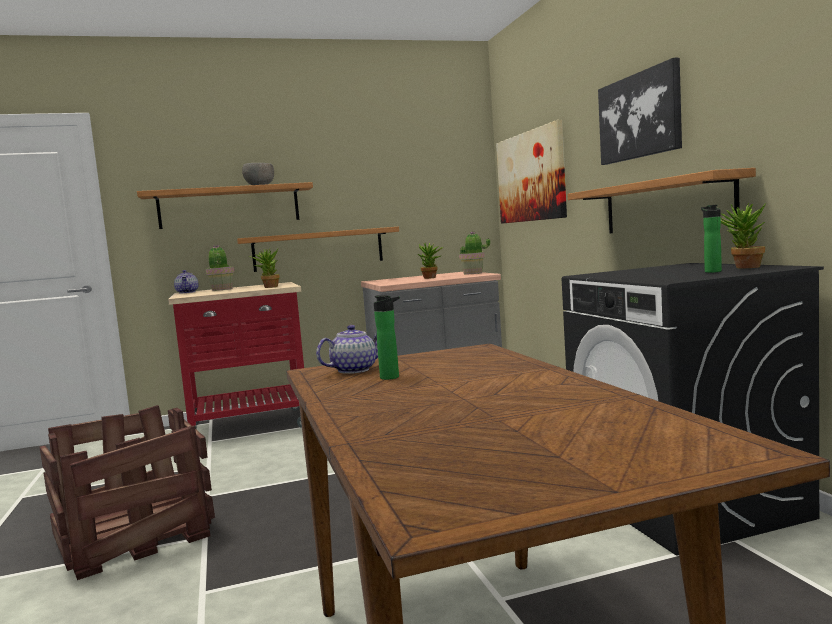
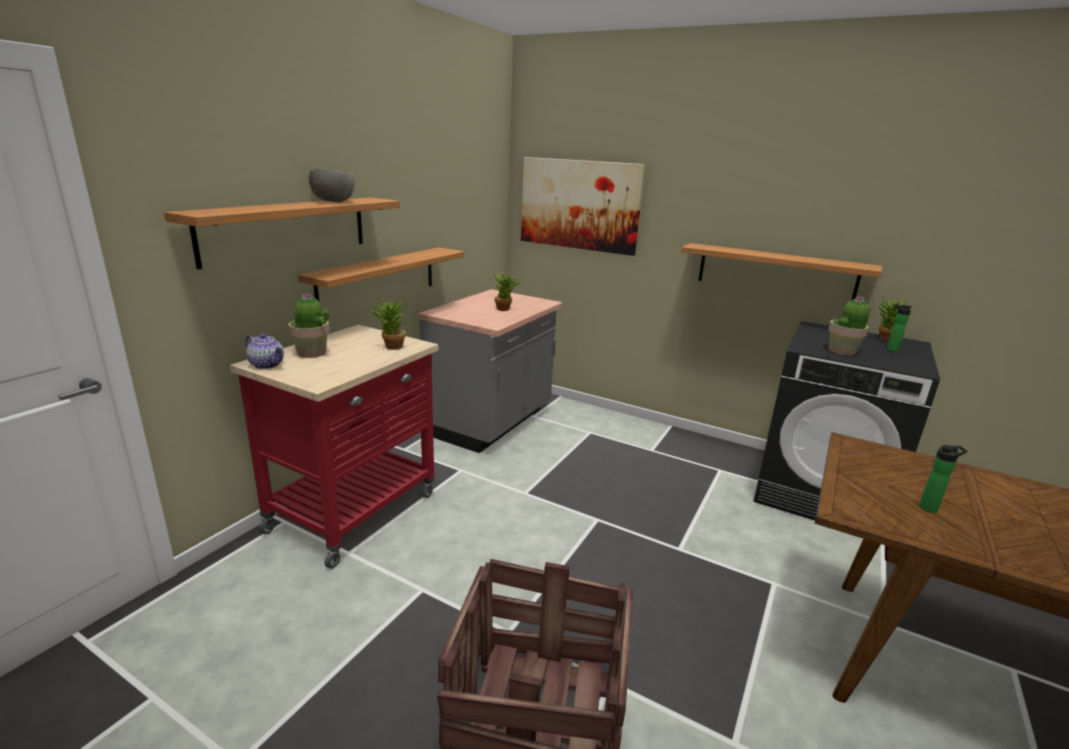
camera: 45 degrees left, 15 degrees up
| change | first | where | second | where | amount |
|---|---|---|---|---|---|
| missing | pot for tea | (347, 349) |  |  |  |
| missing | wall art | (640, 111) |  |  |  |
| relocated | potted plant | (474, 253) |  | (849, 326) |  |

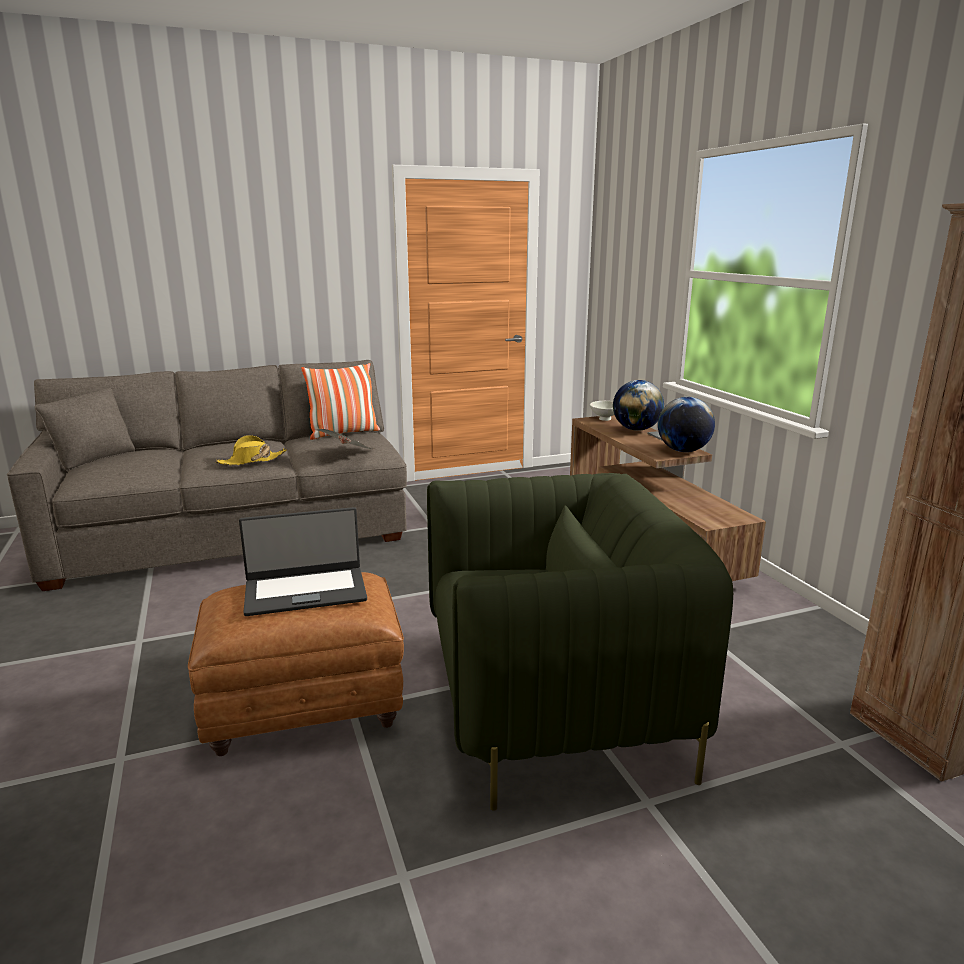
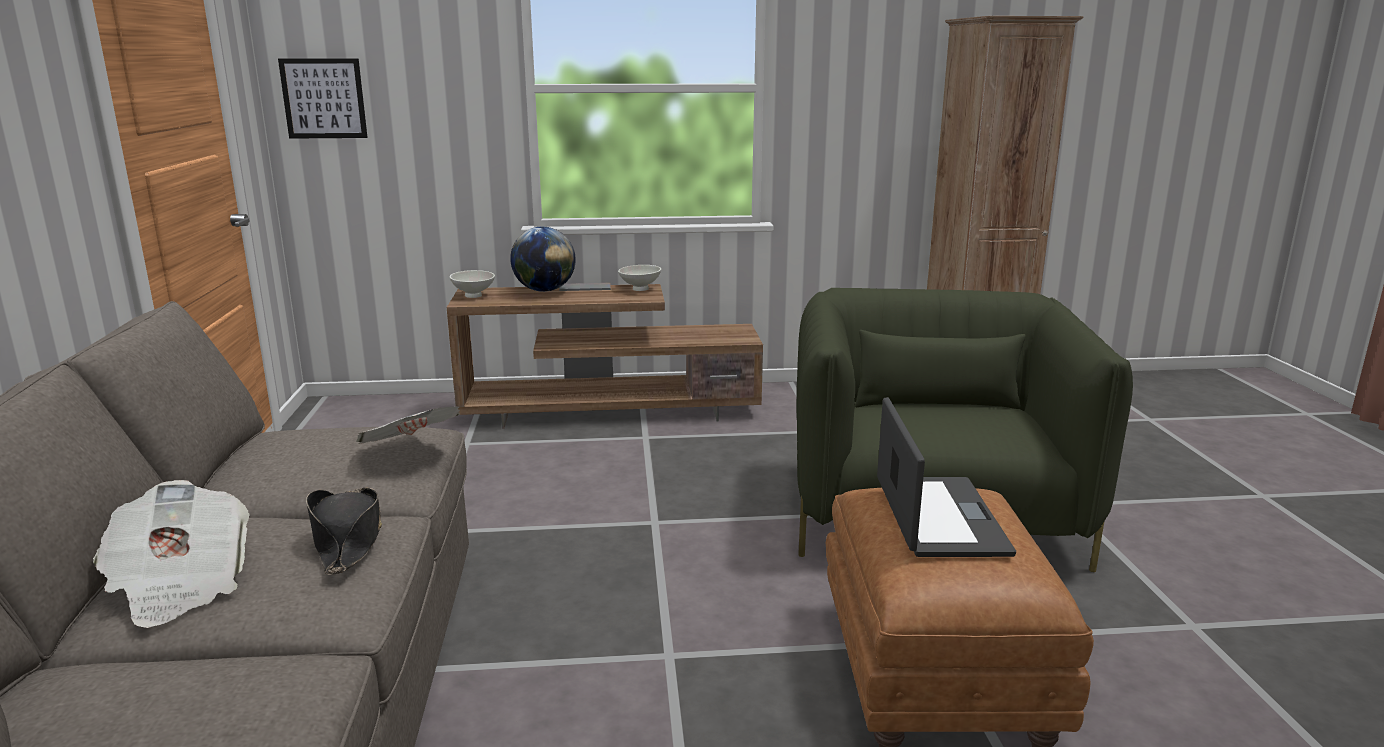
camera: 75 degrees left, 0 degrees up
| change | first | where | second | where | amount |
|---|---|---|---|---|---|
| missing | pillow | (340, 401) |  |  |  |
| appeared |  |  | daily paper | (171, 554) |  |
| appeared |  |  | wall art | (323, 99) |  |
| exchanged | world globe | (686, 424) | white-coloured serving bowl | (639, 278) |  |
| colour | yellowish clothing hat | (251, 450) | blackish clothing hat | (344, 531) |  |

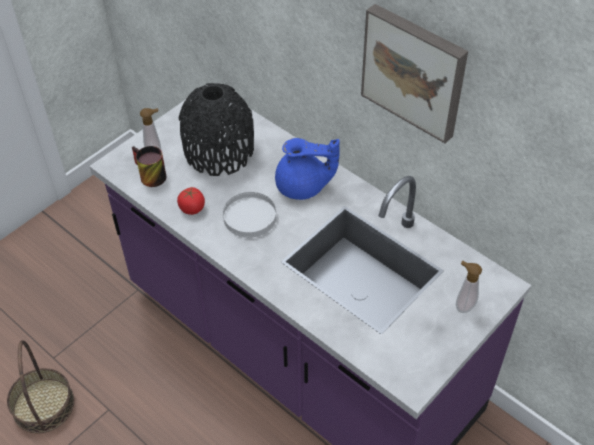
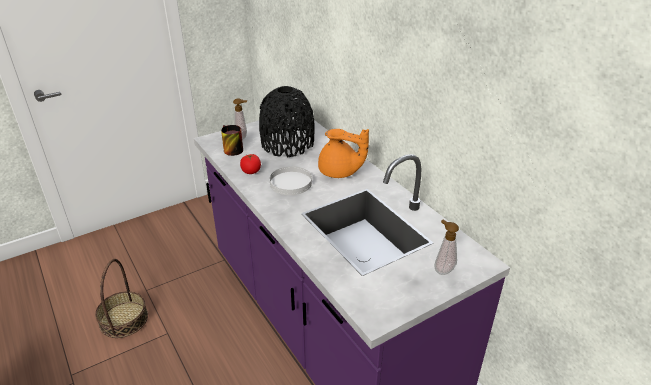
camera: 15 degrees right, 15 degrees down
| change | first | where | second | where | amount |
|---|---|---|---|---|---|
| missing | wall art | (414, 73) |  |  |  |
| colour | blue-coloured pot for tea | (307, 169) | orange pot for tea | (343, 153) |  |

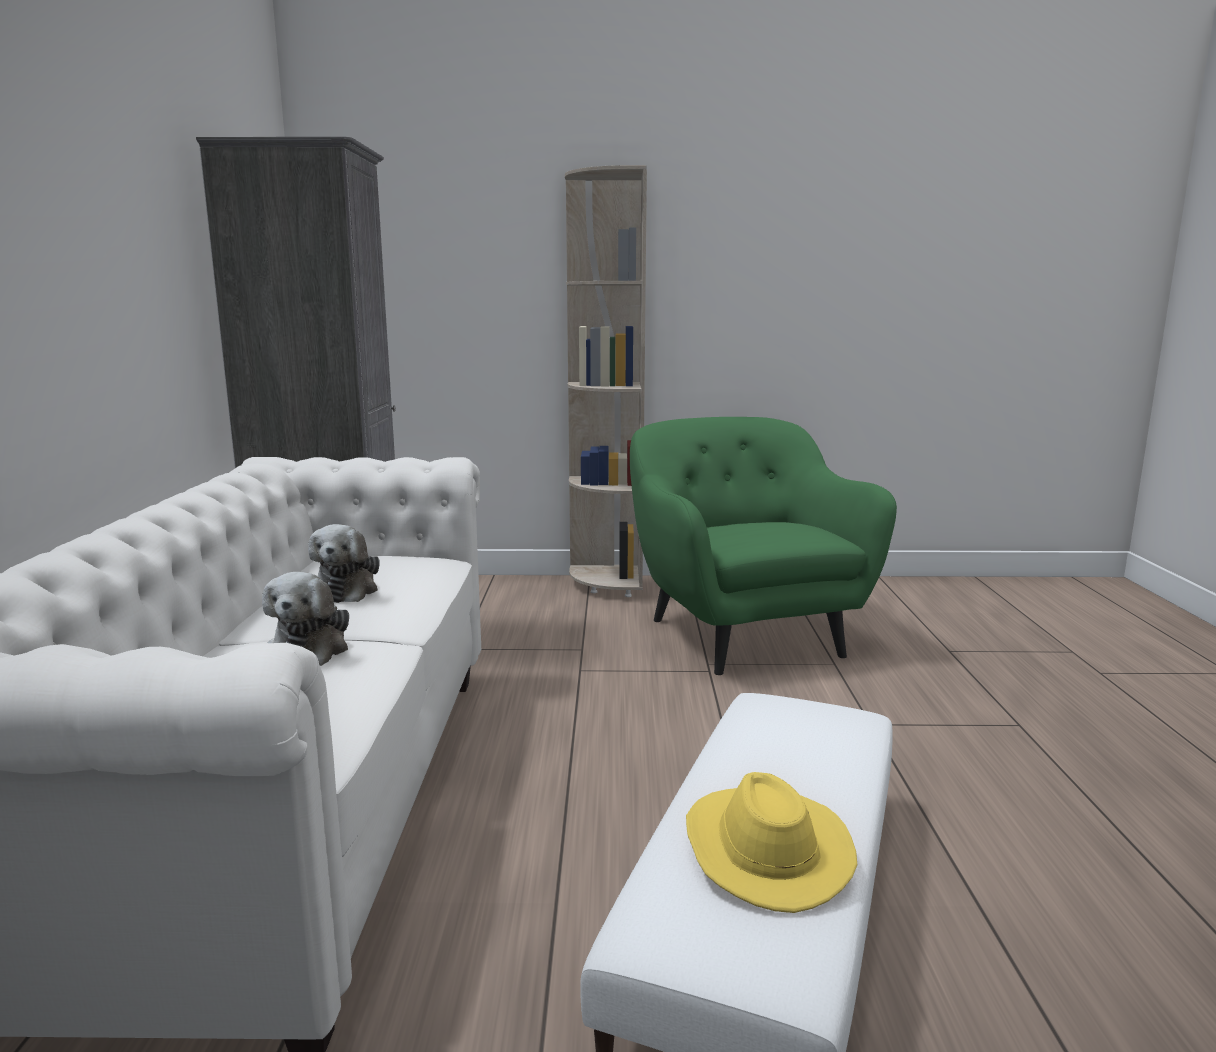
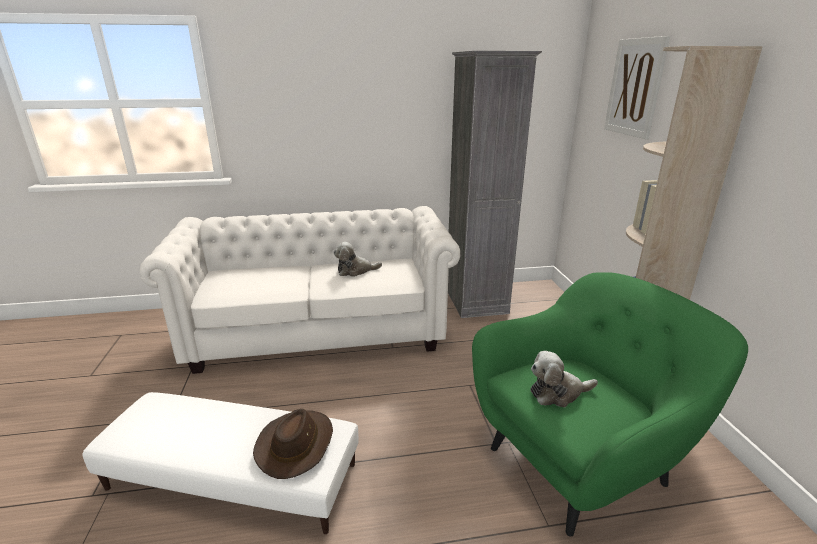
camera: 80 degrees right, 10 degrees up
| change | first | where | second | where | amount |
|---|---|---|---|---|---|
| missing | yellowish clothing hat | (772, 842) |  |  |  |
| appeared |  |  | brown-coloured clothing hat | (293, 444) |  |
| appeared |  |  | wall art | (637, 87) |  |
| relocated | plush toy | (305, 619) |  | (564, 379) |  |

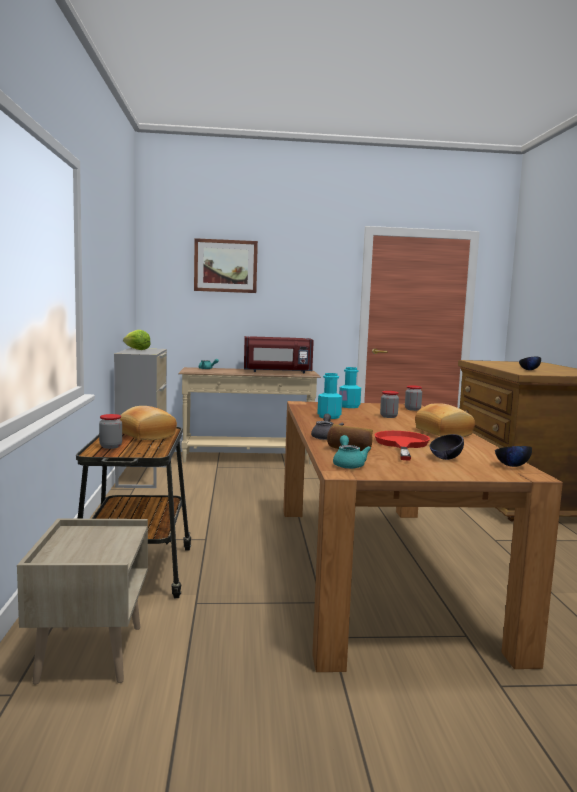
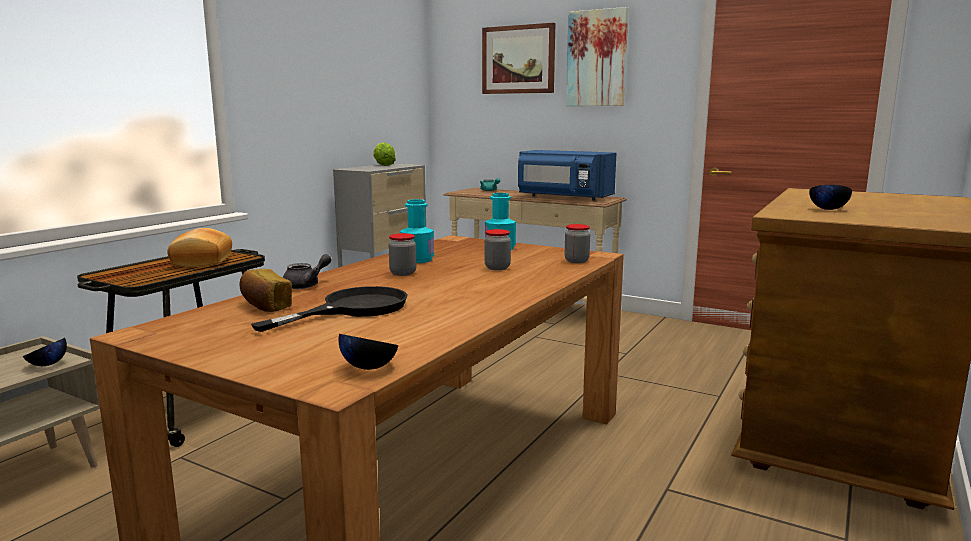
camera: 35 degrees right, 5 degrees up
| change | first | where | second | where | amount |
|---|---|---|---|---|---|
| missing | turquoise-coloured pot for tea | (352, 452) |  |  |  |
| missing | bakery bread | (445, 420) |  |  |  |
| appeared |  |  | wall art | (597, 56) |  |
| relocated | storage jar | (110, 431) |  | (402, 254) |  |
| relocated | blackish serving bowl | (446, 447) |  | (45, 352) |  |
| colour | red-coloured kitchen microwave | (279, 354) | blue-coloured kitchen microwave | (567, 175) |  |
| colour | red-coloured skillet | (402, 445) | blackish skillet | (329, 309) |  |

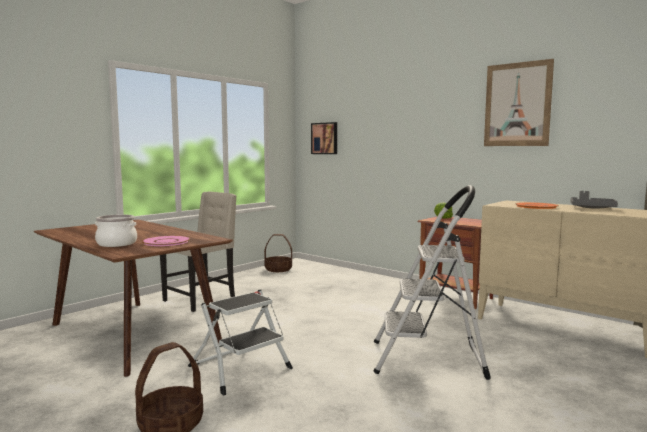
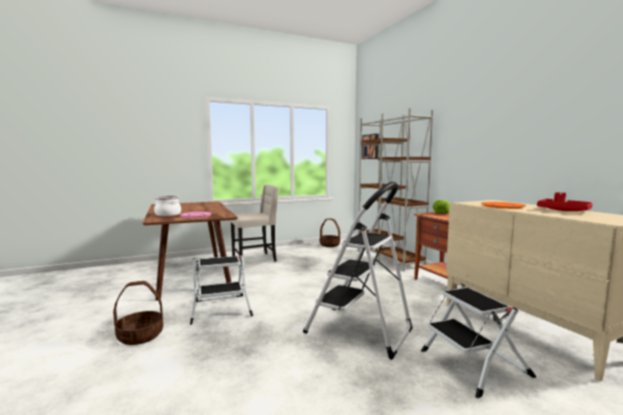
camera: 25 degrees right, 0 degrees up
| change | first | where | second | where | amount |
|---|---|---|---|---|---|
| missing | wall art | (519, 102) |  |  |  |
| appeared |  |  | brown-coloured bookcase | (395, 189) |  |
| appeared |  |  | step stool | (478, 341) |  |
| colour | gray serving tray | (594, 200) | red-coloured serving tray | (565, 201) |  |

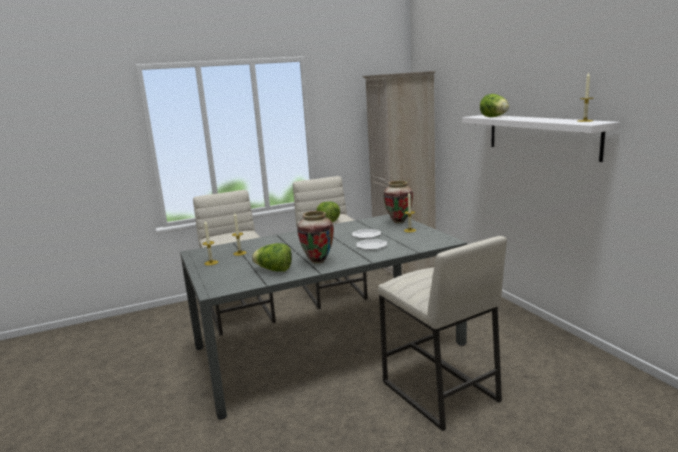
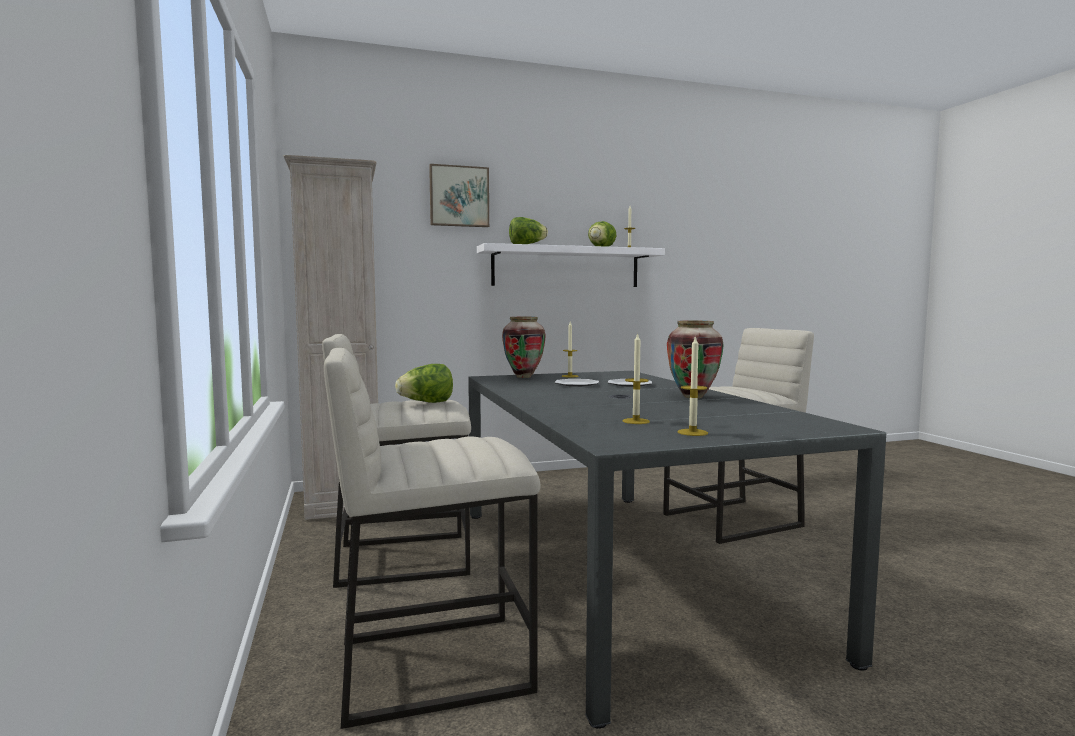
camera: 85 degrees left, 10 degrees down
| change | first | where | second | where | amount |
|---|---|---|---|---|---|
| appeared |  |  | wall art | (459, 195) |  |
| relocated | lettuce | (272, 257) |  | (602, 234) |  |

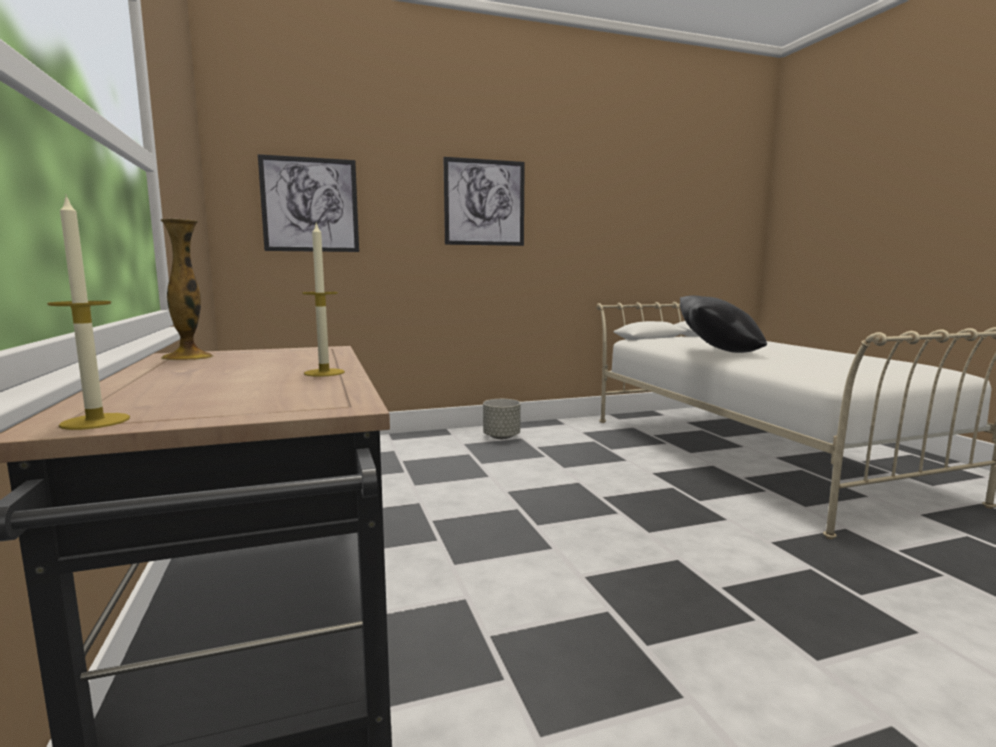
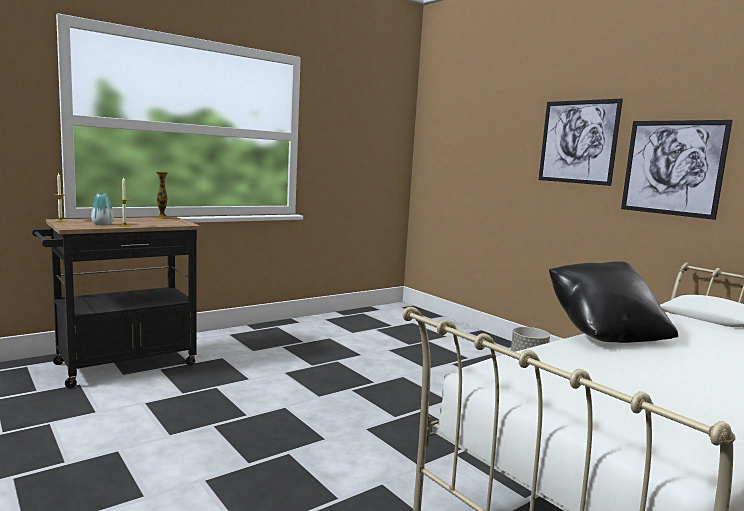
camera: 70 degrees right, 0 degrees up
| change | first | where | second | where | amount |
|---|---|---|---|---|---|
| appeared |  |  | flower vase | (102, 209) |  |
| relocated | wall art | (308, 203) |  | (677, 170) |  |

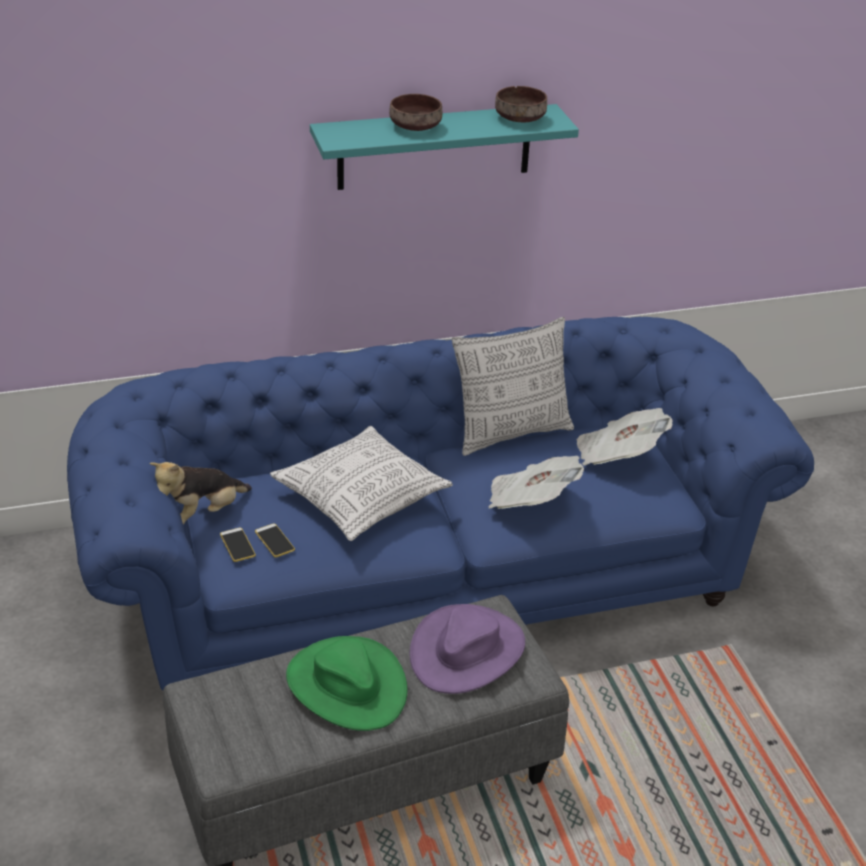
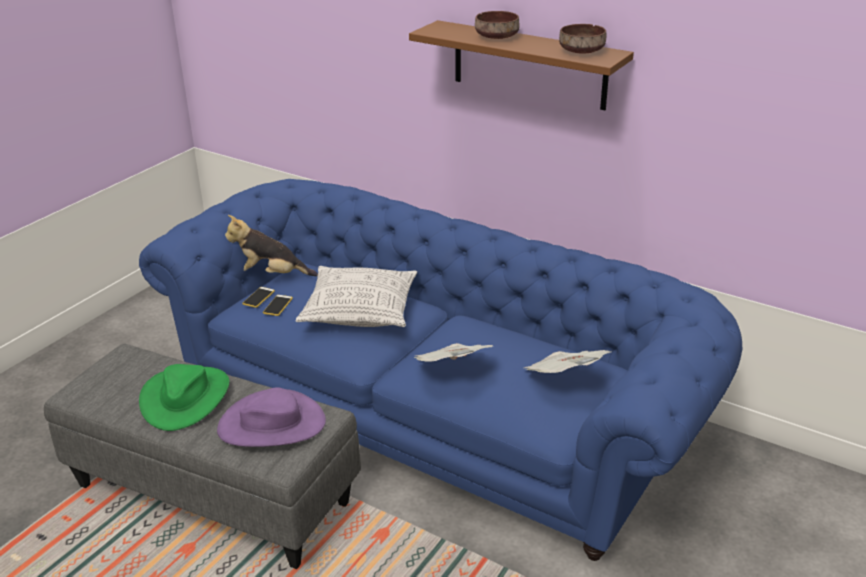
camera: 50 degrees right, 5 degrees down
| change | first | where | second | where | amount |
|---|---|---|---|---|---|
| missing | pillow | (513, 386) |  |  |  |
| colour | turquoise-coloured shelf | (444, 147) | brown-coloured shelf | (521, 65) |  |

